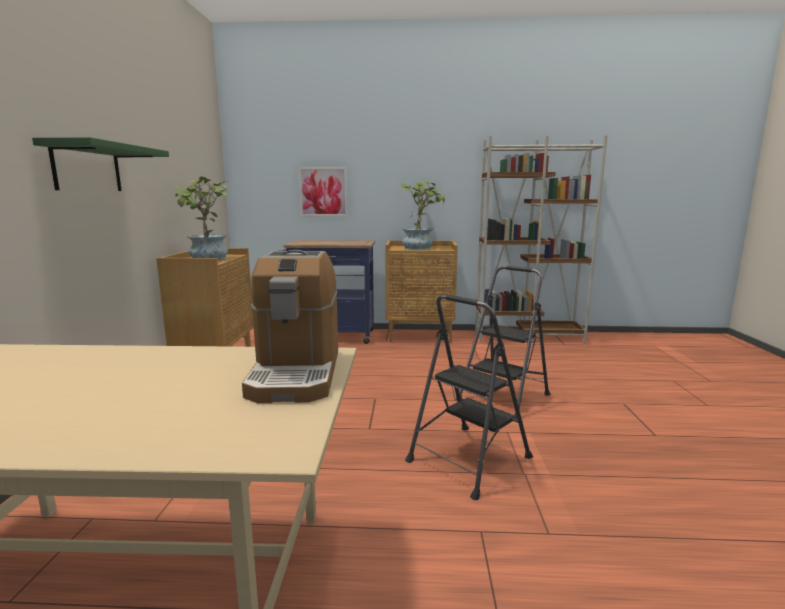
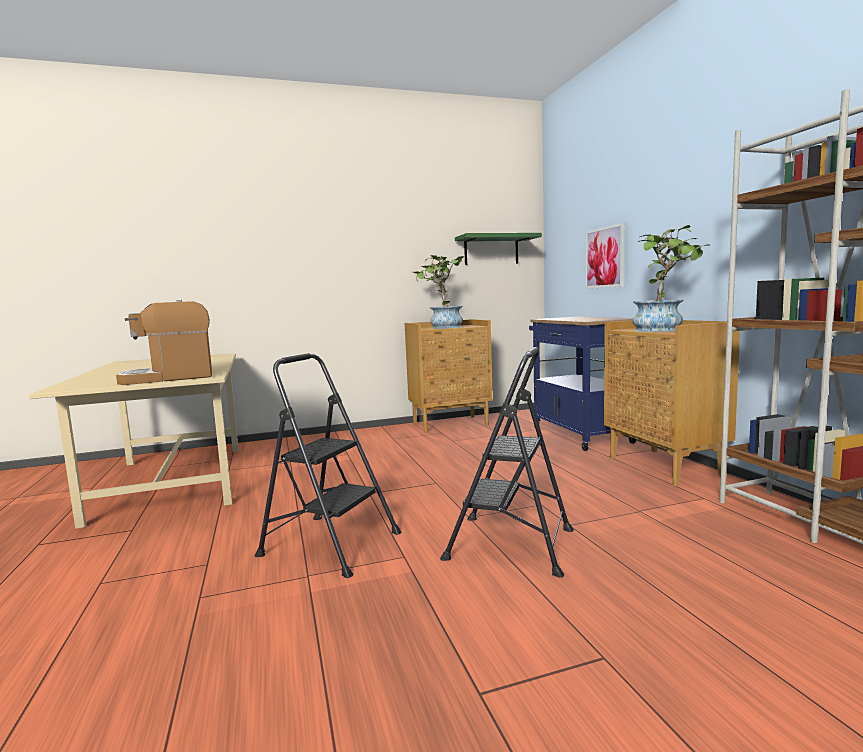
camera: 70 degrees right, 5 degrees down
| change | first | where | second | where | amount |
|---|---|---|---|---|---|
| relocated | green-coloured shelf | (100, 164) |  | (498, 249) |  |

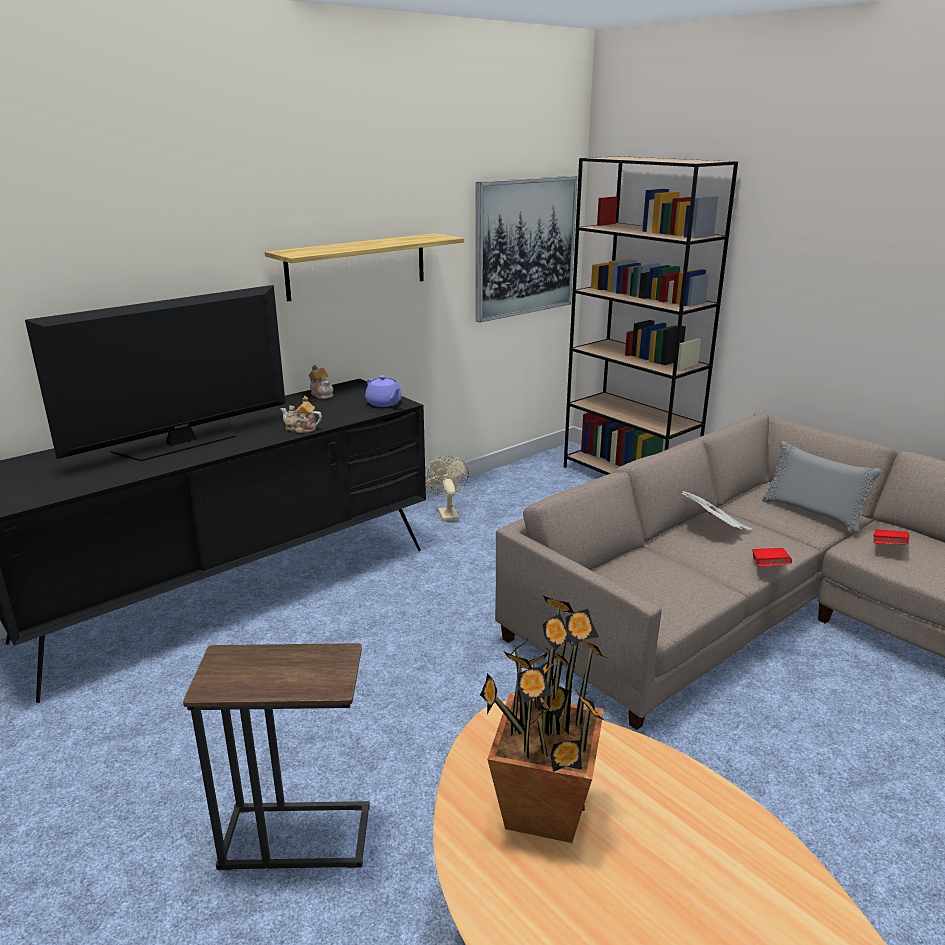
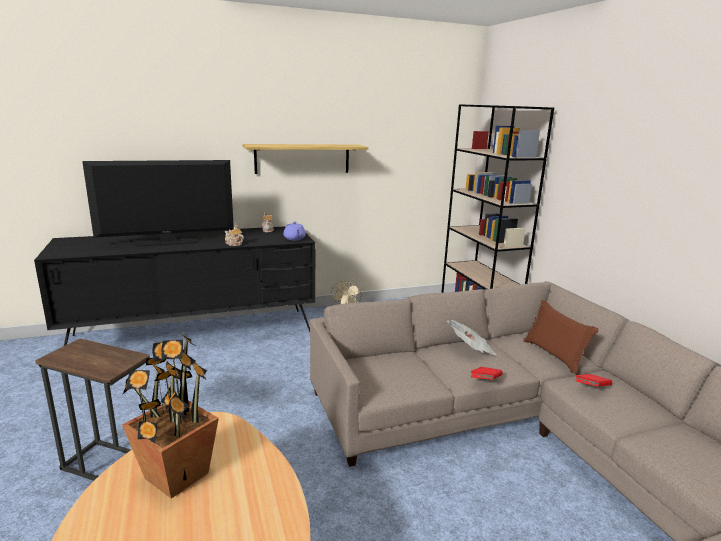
camera: 20 degrees right, 5 degrees down
| change | first | where | second | where | amount |
|---|---|---|---|---|---|
| missing | wall art | (527, 249) |  |  |  |
| colour | gray pillow | (821, 487) | brown-coloured pillow | (561, 337) |  |

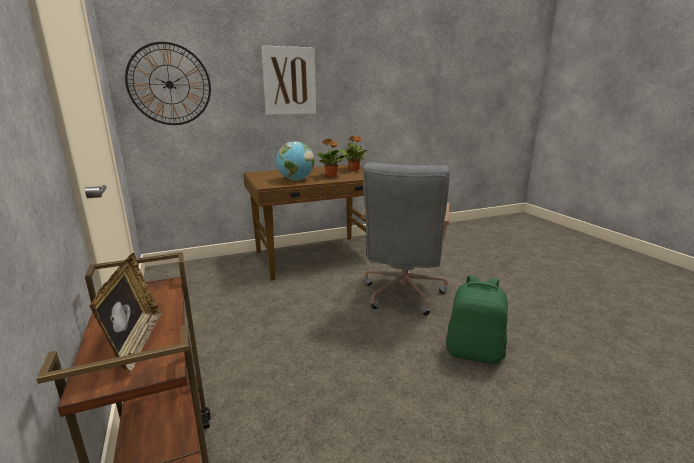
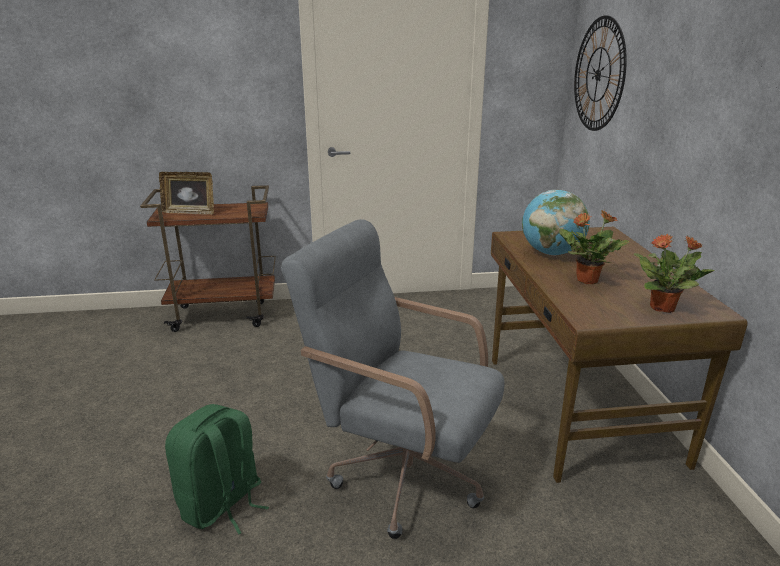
camera: 105 degrees right, 5 degrees up
| change | first | where | second | where | amount |
|---|---|---|---|---|---|
| missing | wall art | (288, 80) |  |  |  |

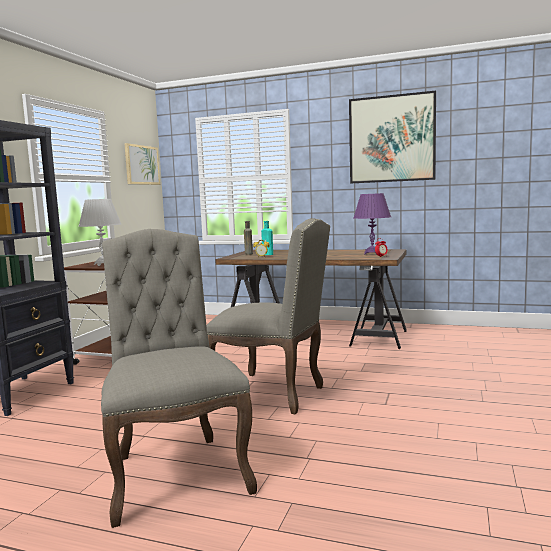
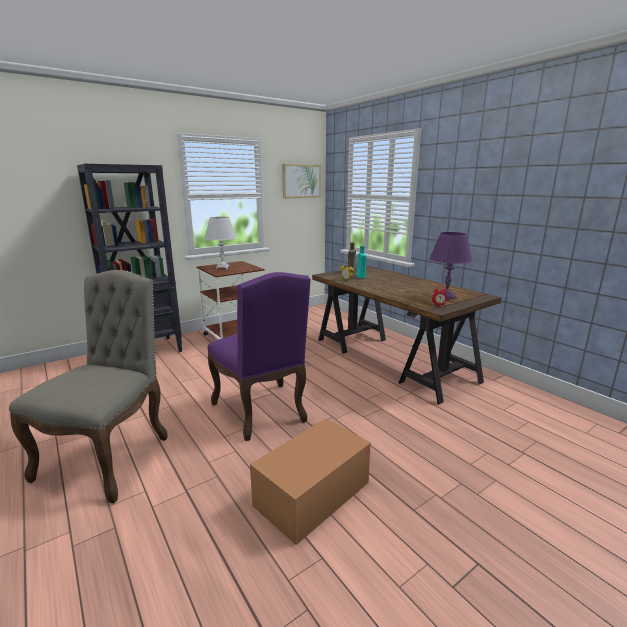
camera: 35 degrees right, 10 degrees up
| change | first | where | second | where | amount |
|---|---|---|---|---|---|
| missing | wall art | (392, 137) |  |  |  |
| appeared |  |  | packing box | (310, 481) |  |
| colour | gray chair | (268, 316) | purple chair | (259, 356) |  |

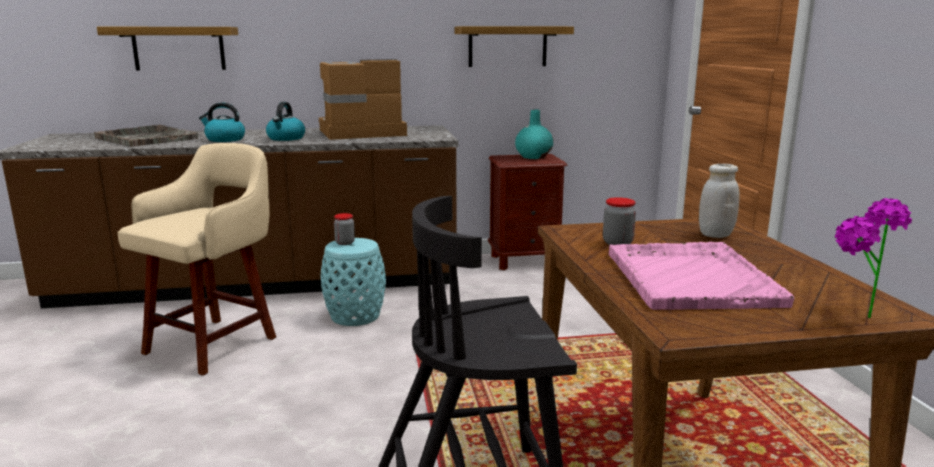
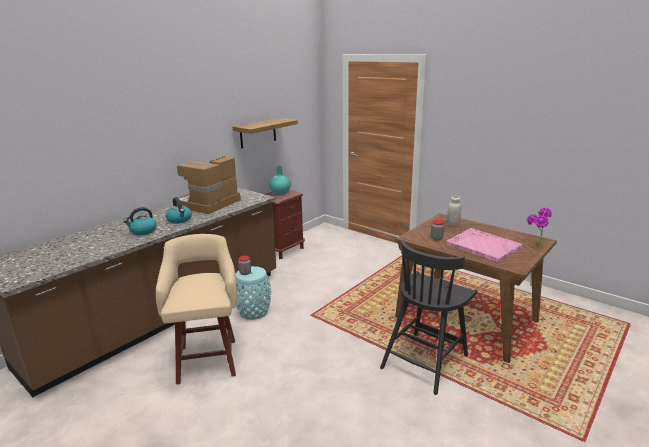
camera: 40 degrees left, 5 degrees up
| change | first | where | second | where | amount |
|---|---|---|---|---|---|
| missing | gray serving tray | (146, 136) |  |  |  |
| missing | shelf | (167, 49) |  |  |  |

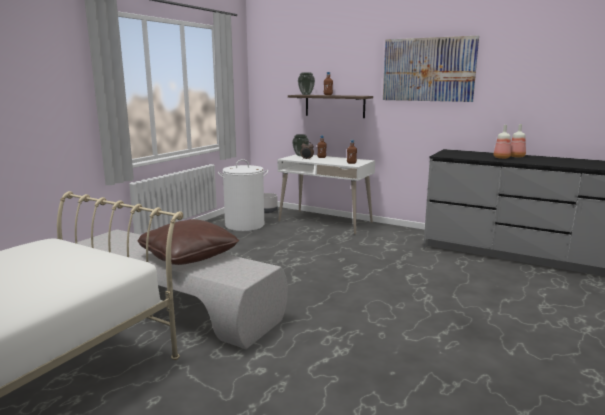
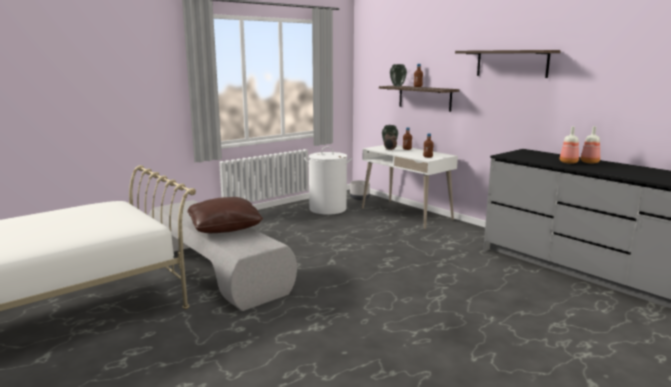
camera: 20 degrees right, 0 degrees up
| change | first | where | second | where | amount |
|---|---|---|---|---|---|
| exchanged | wall art | (431, 69) | shelf | (508, 64) |  |

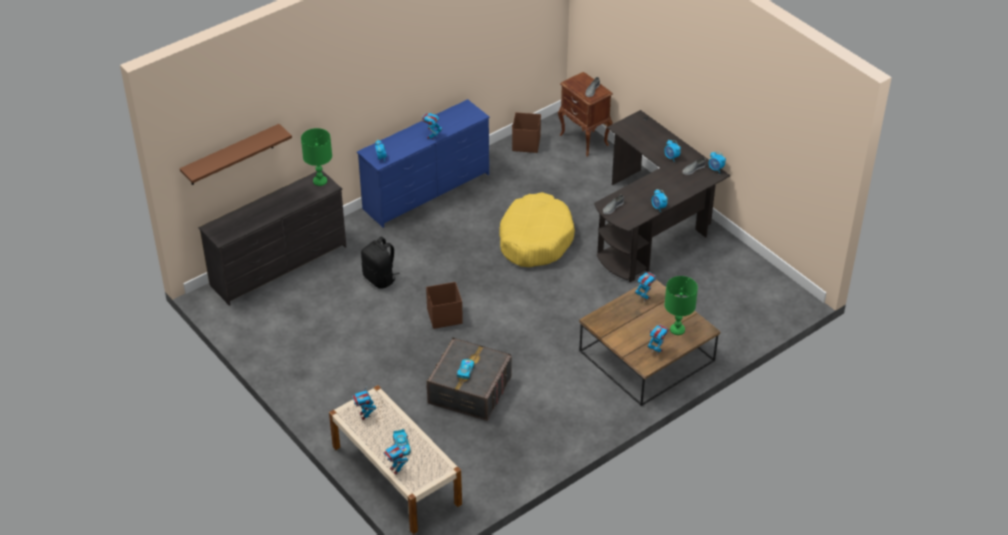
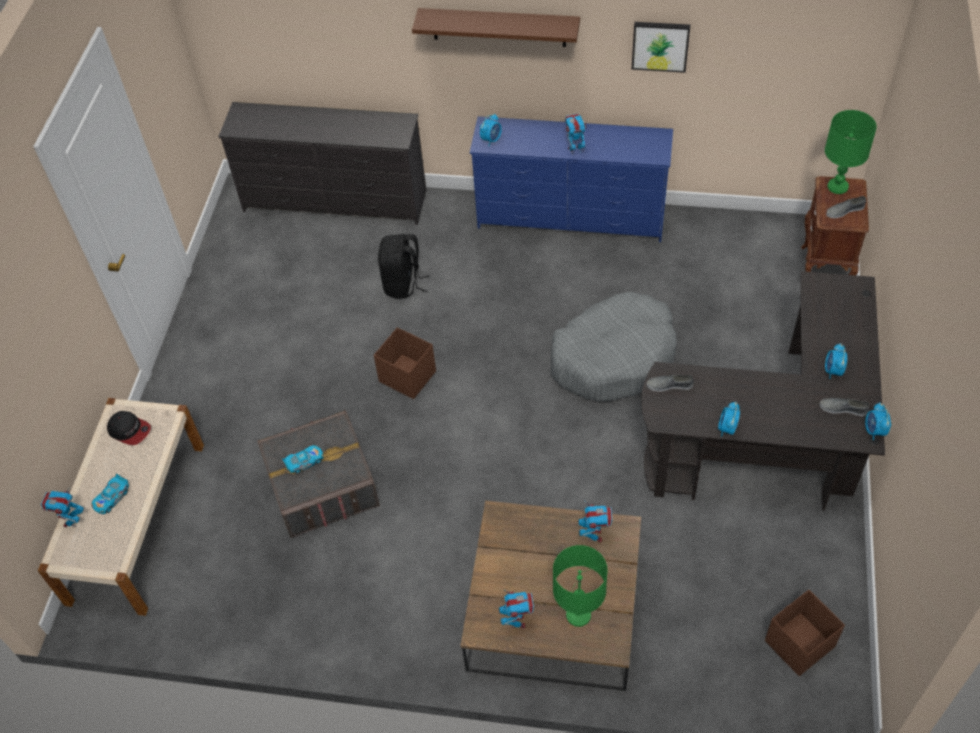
camera: 50 degrees right, 10 degrees up
| change | first | where | second | where | amount |
|---|---|---|---|---|---|
| appeared |  |  | wall art | (661, 47) |  |
| relocated | brown-coloured shelf | (236, 154) |  | (496, 27) |  |
| relocated | green-coloured tabletop lamp | (316, 157) |  | (851, 152) |  |
| relocated | brown-coloured storage bin | (526, 132) |  | (805, 633) |  |
| exchanged | model robot | (364, 402) | peaked cap | (129, 428) |  |
| colour | yellowish dog bed | (537, 229) | gray dog bed | (614, 346) |  |

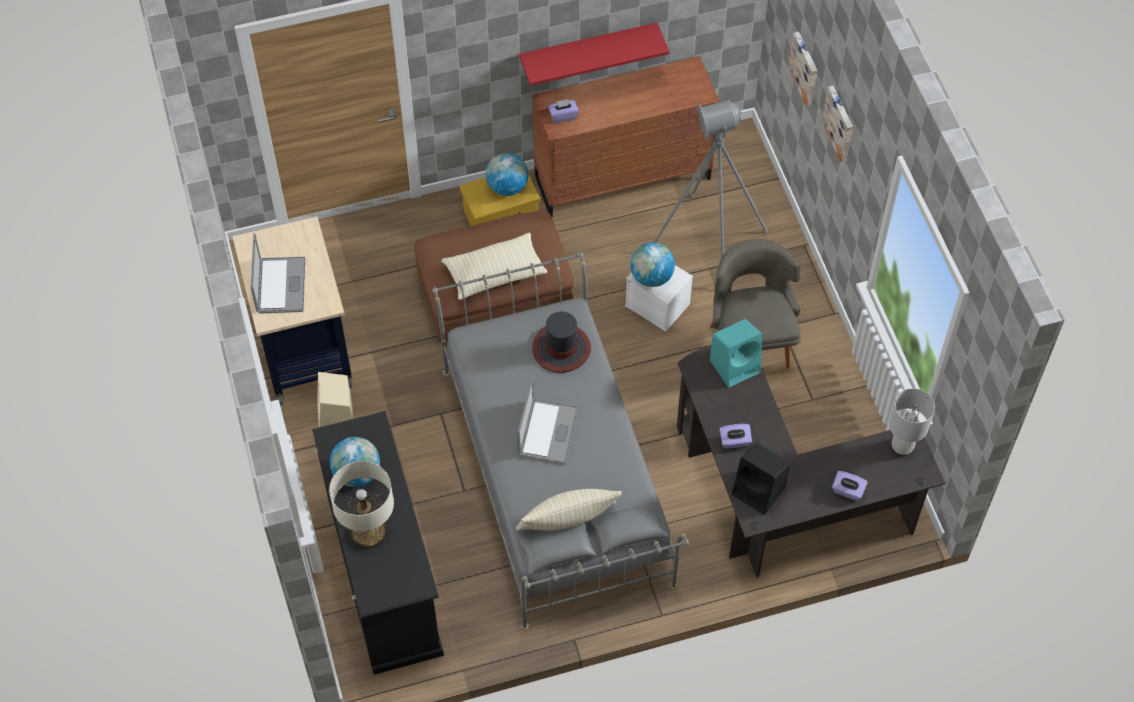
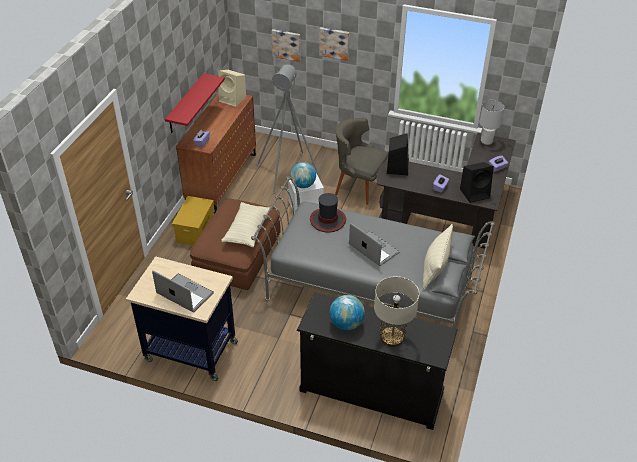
camera: 55 degrees left, 15 degrees down
| change | first | where | second | where | amount |
|---|---|---|---|---|---|
| missing | world globe | (507, 174) |  |  |  |
| relocated | sand-coloured speaker | (335, 399) |  | (232, 88) |  |
| colour | turquoise-coloured speaker | (736, 353) | blackish speaker | (398, 154) |  |

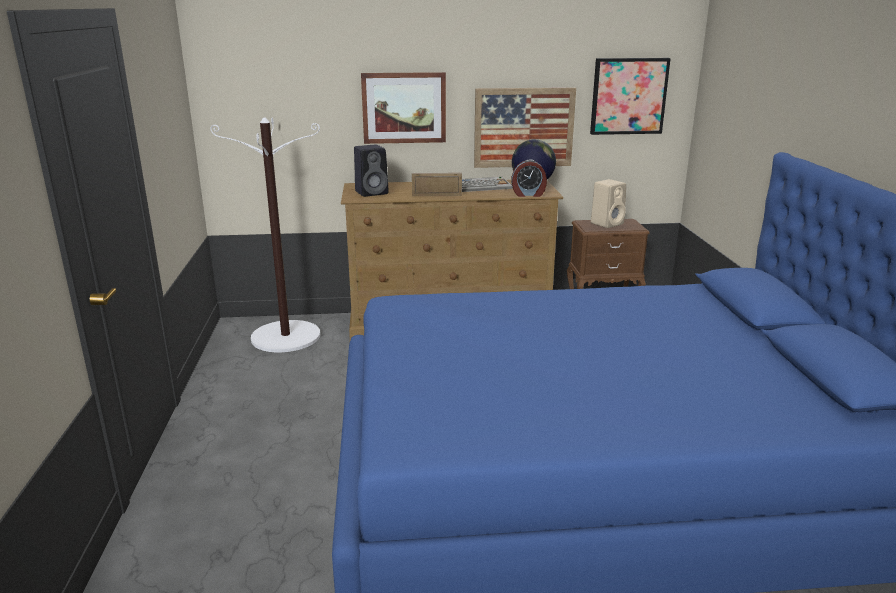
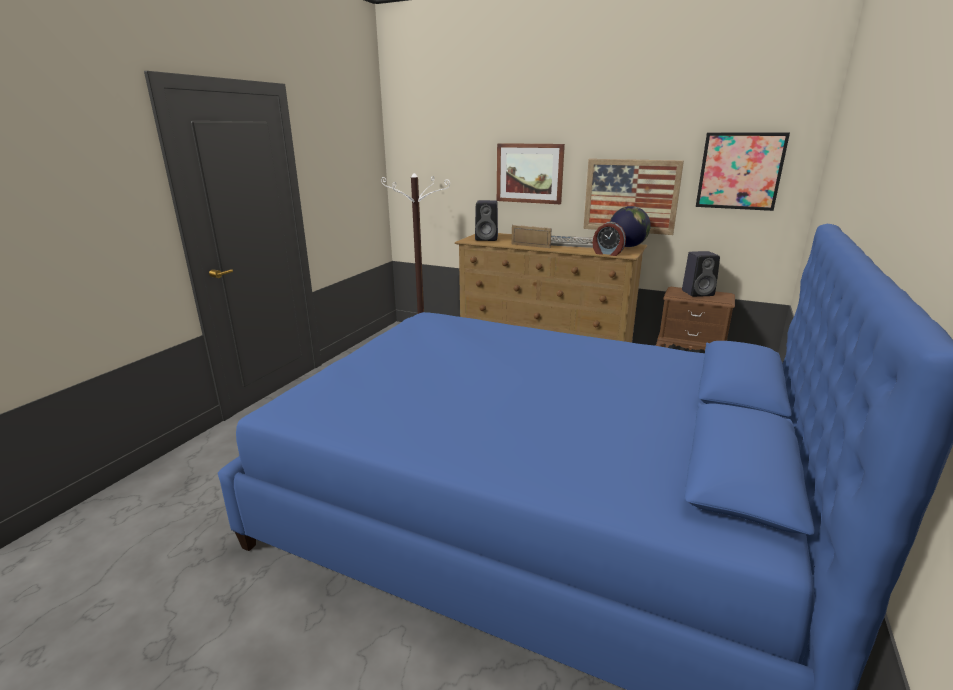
camera: 30 degrees right, 0 degrees up
| change | first | where | second | where | amount |
|---|---|---|---|---|---|
| colour | sand-coloured speaker | (608, 203) | blackish speaker | (701, 274) |  |

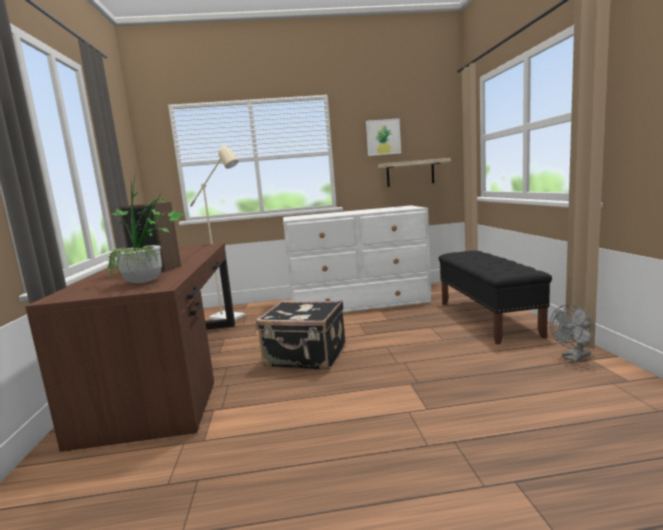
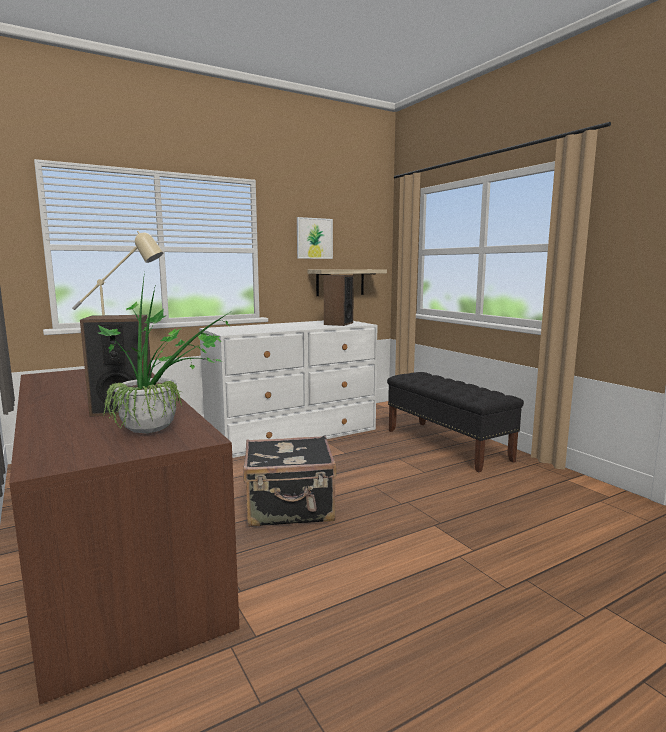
camera: 25 degrees left, 0 degrees up
| change | first | where | second | where | amount |
|---|---|---|---|---|---|
| missing | gray fan | (572, 333) |  |  |  |
| appeared |  |  | speaker | (339, 300) |  |

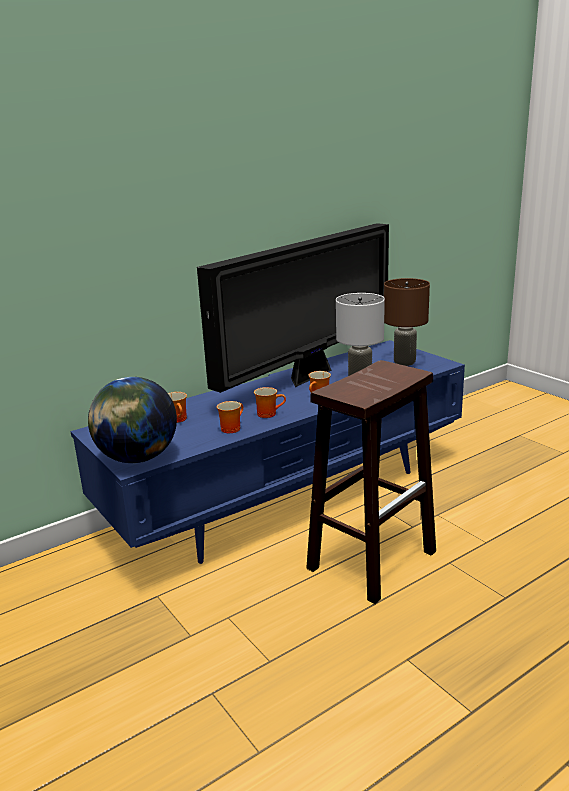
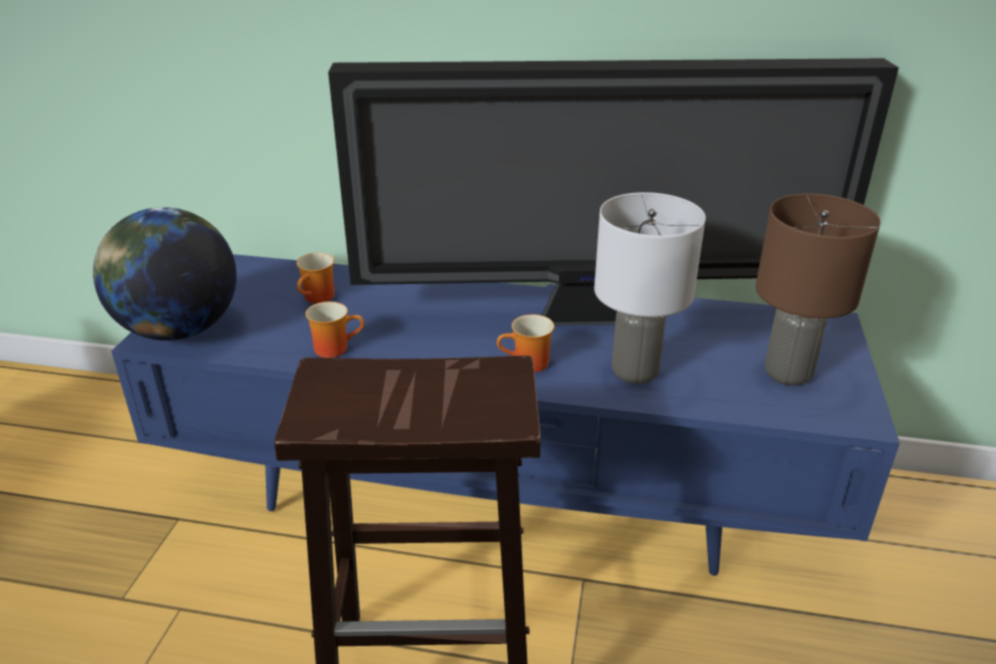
camera: 45 degrees right, 10 degrees up
| change | first | where | second | where | amount |
|---|---|---|---|---|---|
| missing | mug | (270, 402) |  |  |  |

